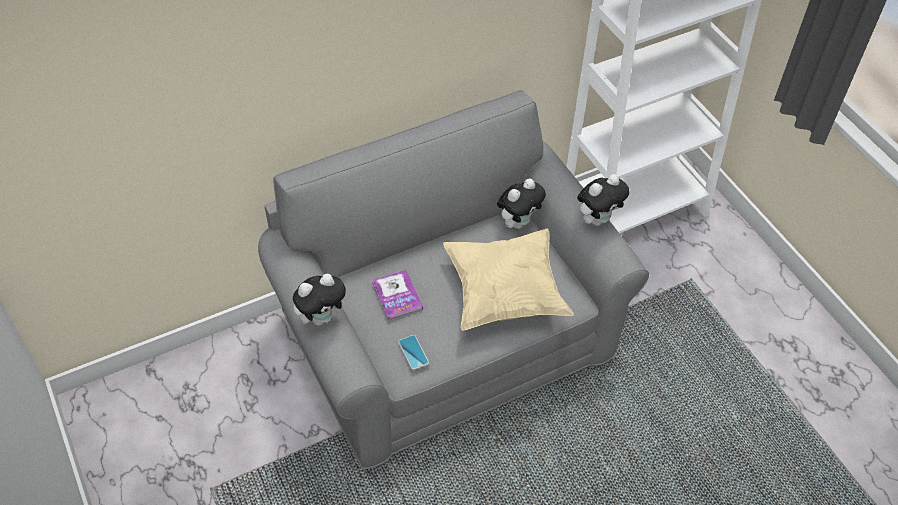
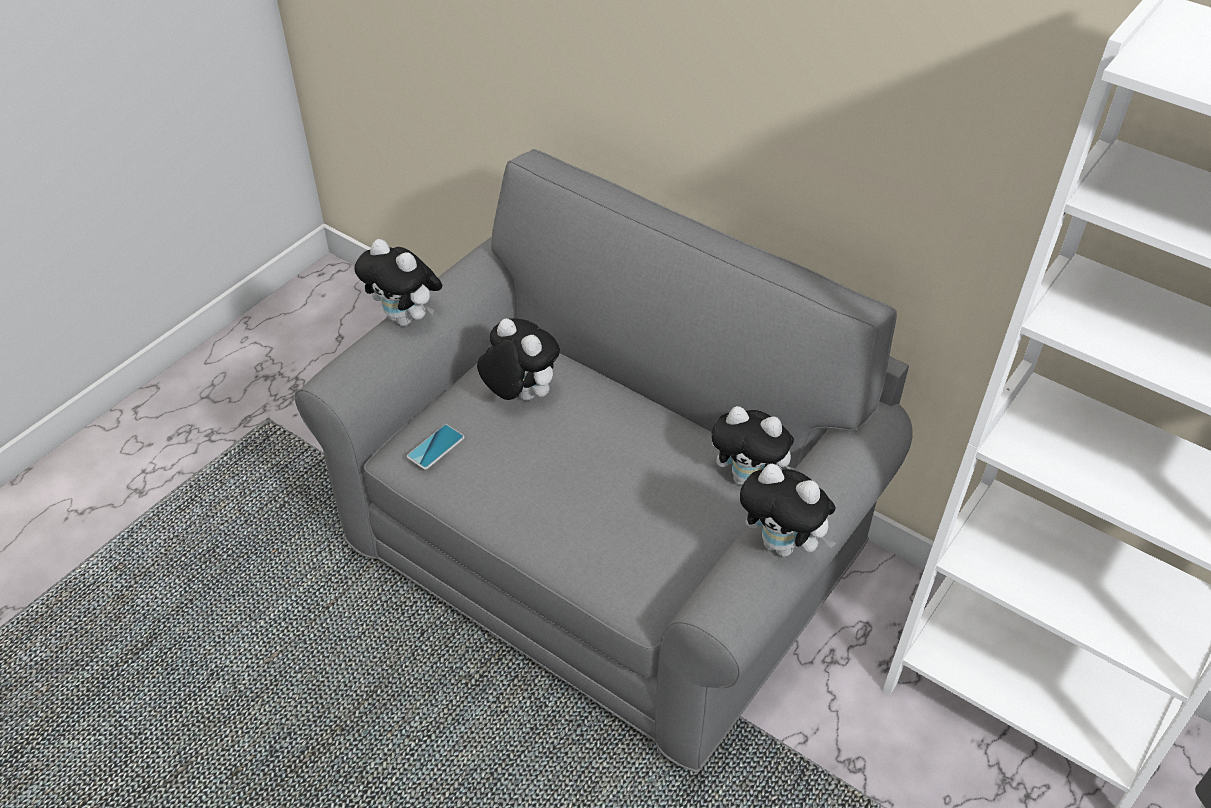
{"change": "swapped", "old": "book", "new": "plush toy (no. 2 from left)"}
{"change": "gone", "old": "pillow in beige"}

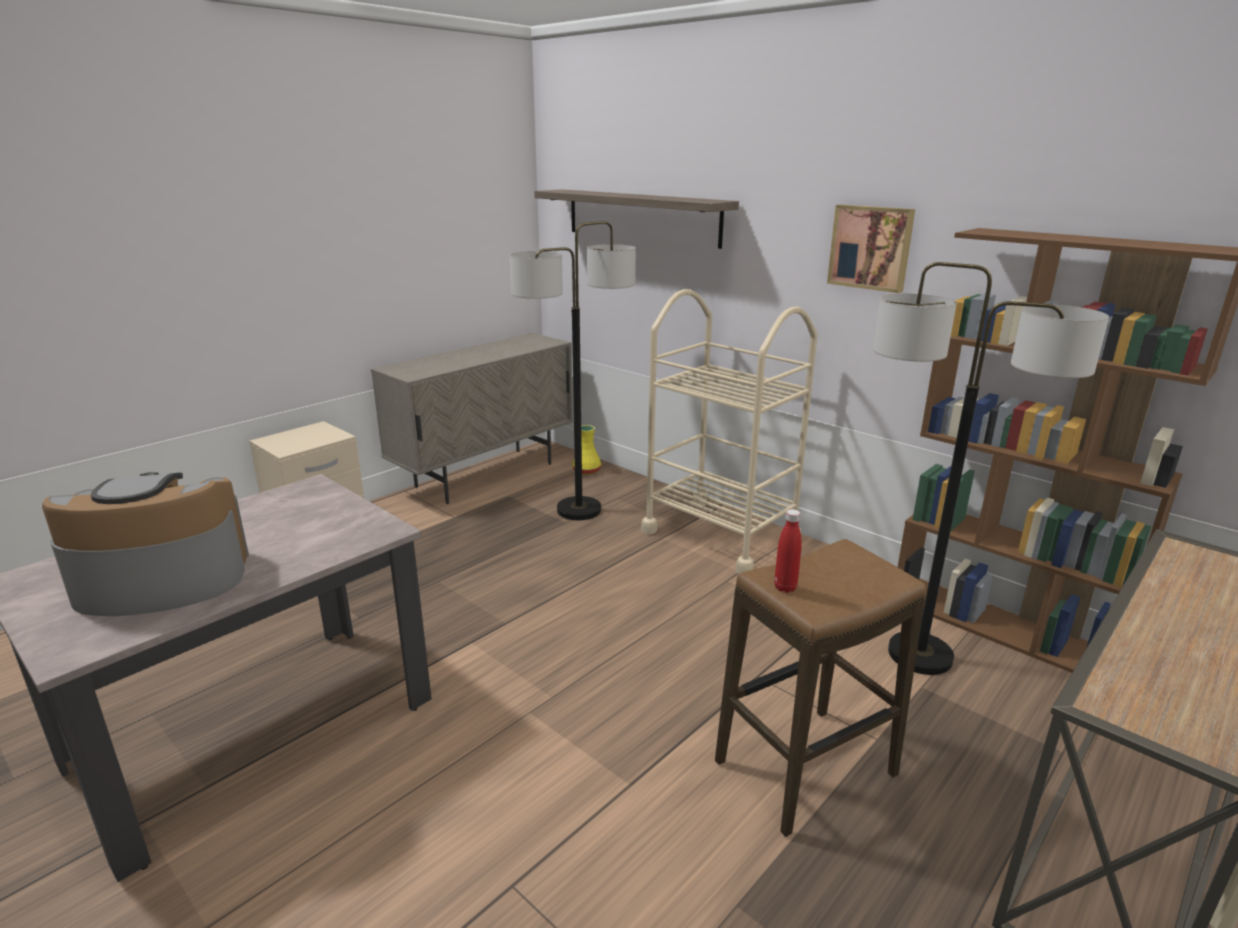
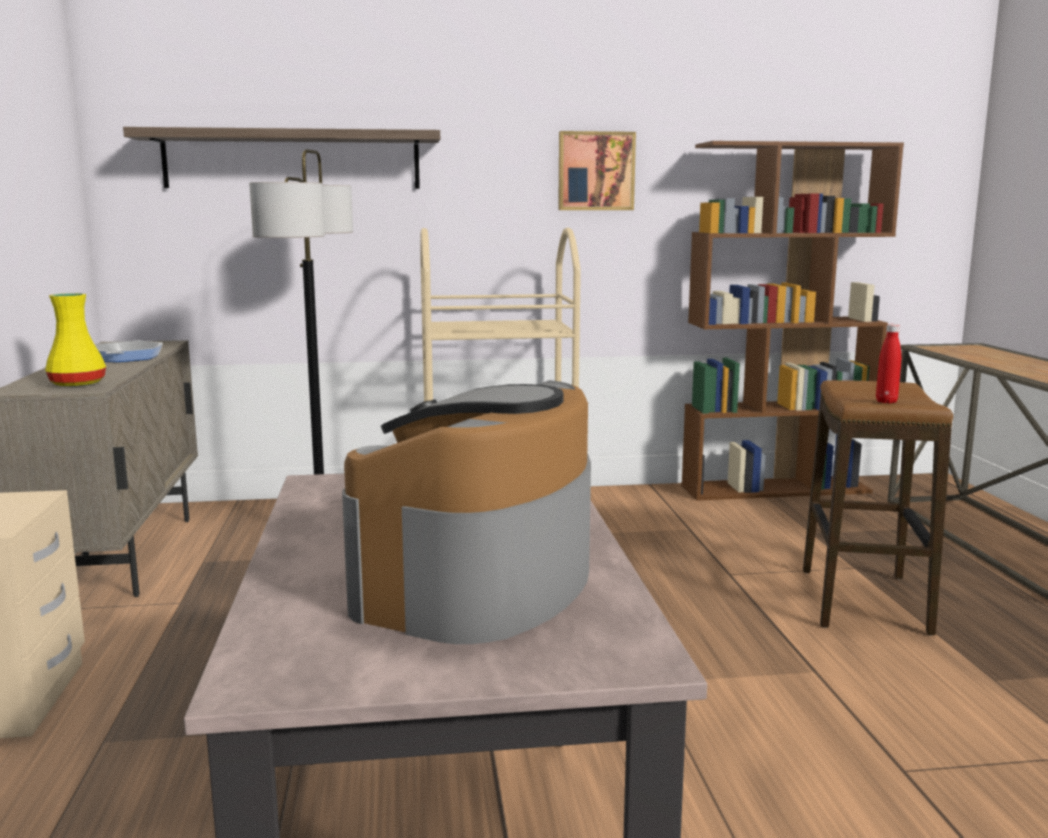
{"change": "shifted", "old": "vase in yellow"}
{"change": "new", "new": "frying pan"}
{"change": "gone", "old": "floor lamp (no. 2 from left)"}

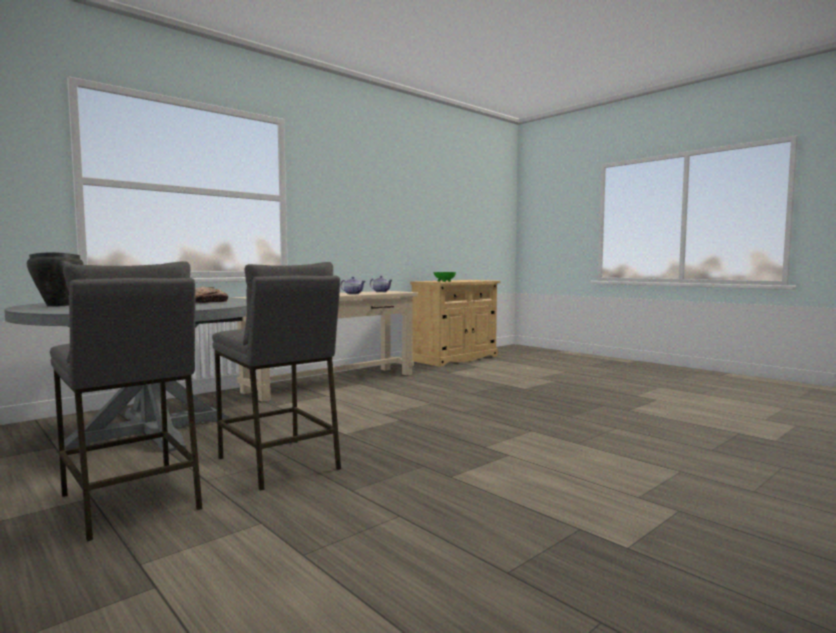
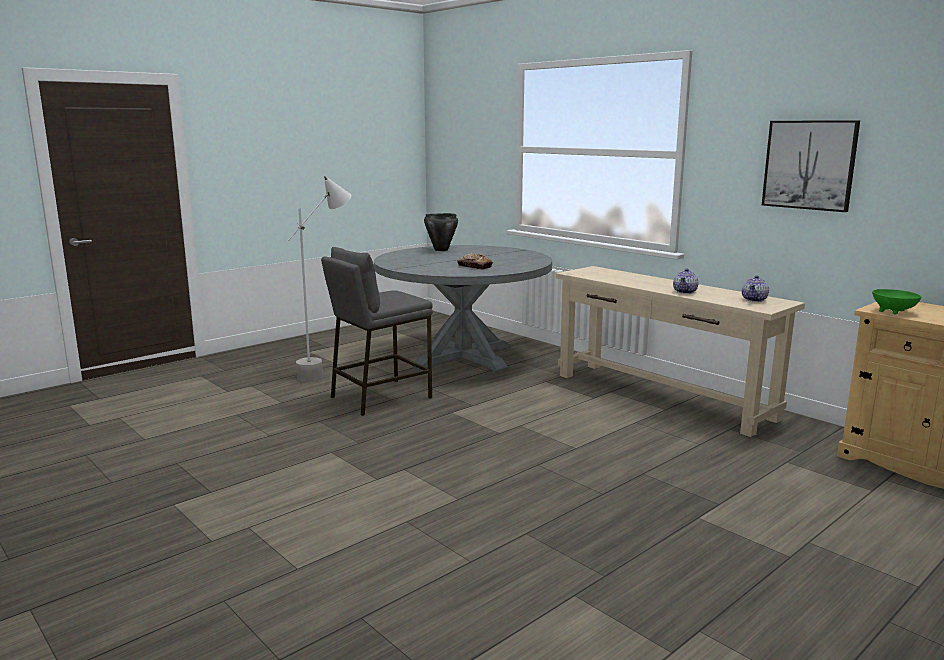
{"change": "swapped", "old": "stool in grey (no. 1 from left)", "new": "floor lamp in grey"}
{"change": "new", "new": "picture"}

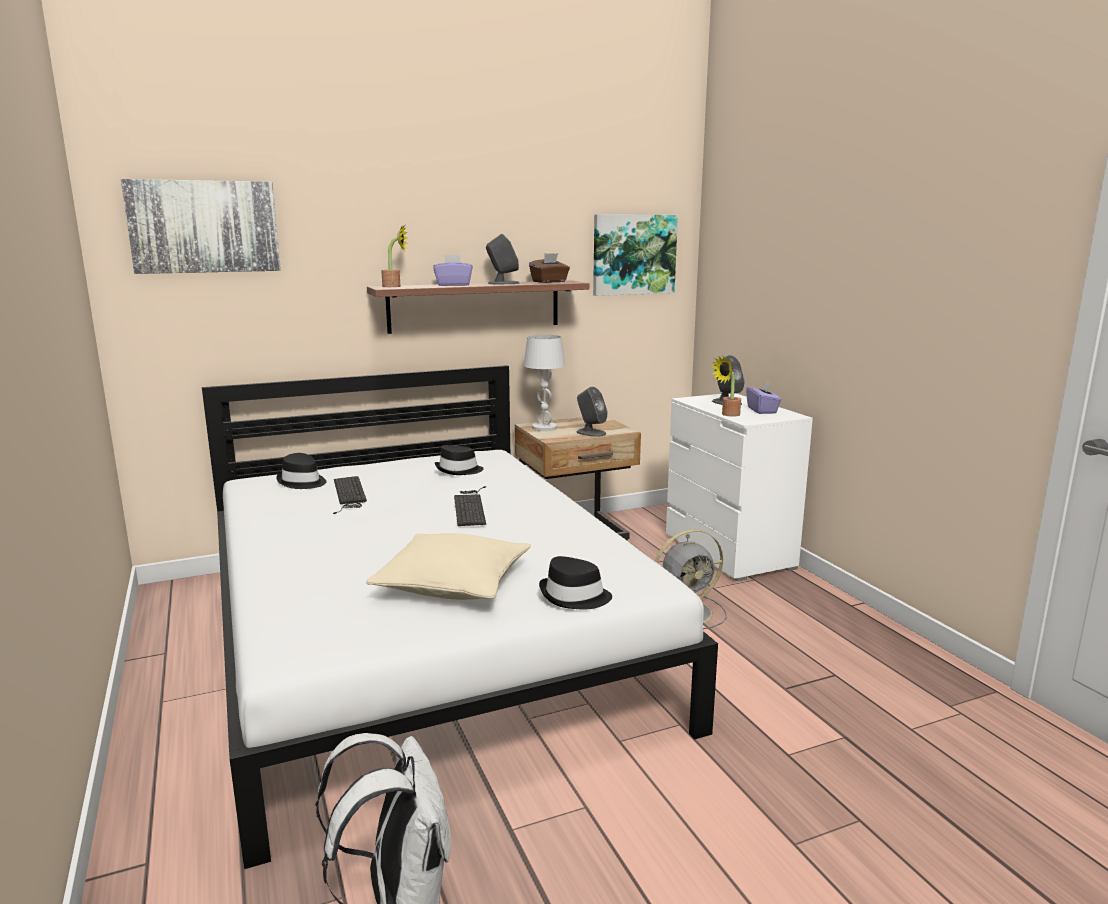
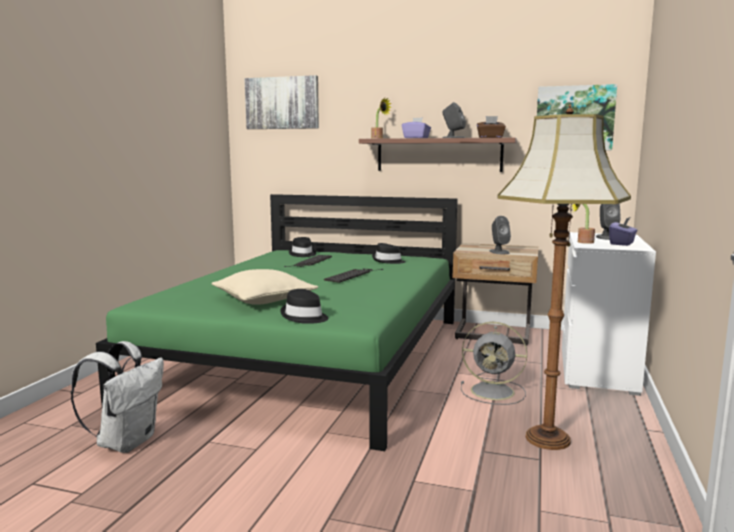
{"change": "repainted", "old": "bed in white", "new": "bed in green"}
{"change": "new", "new": "floor lamp"}
{"change": "gone", "old": "table lamp in white"}

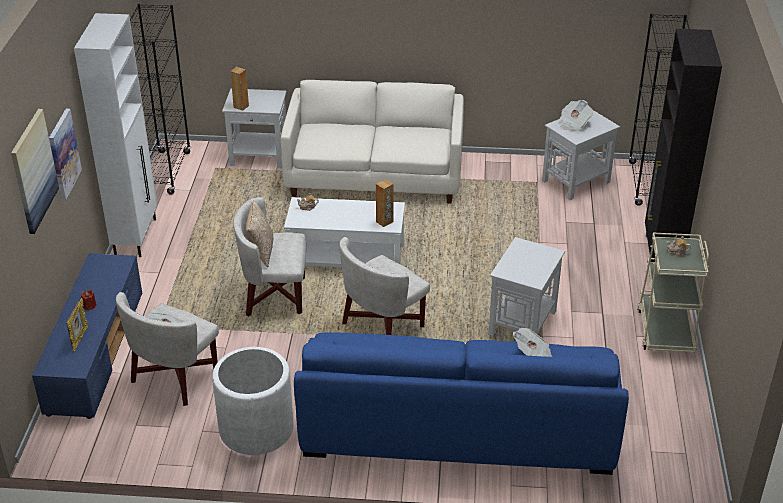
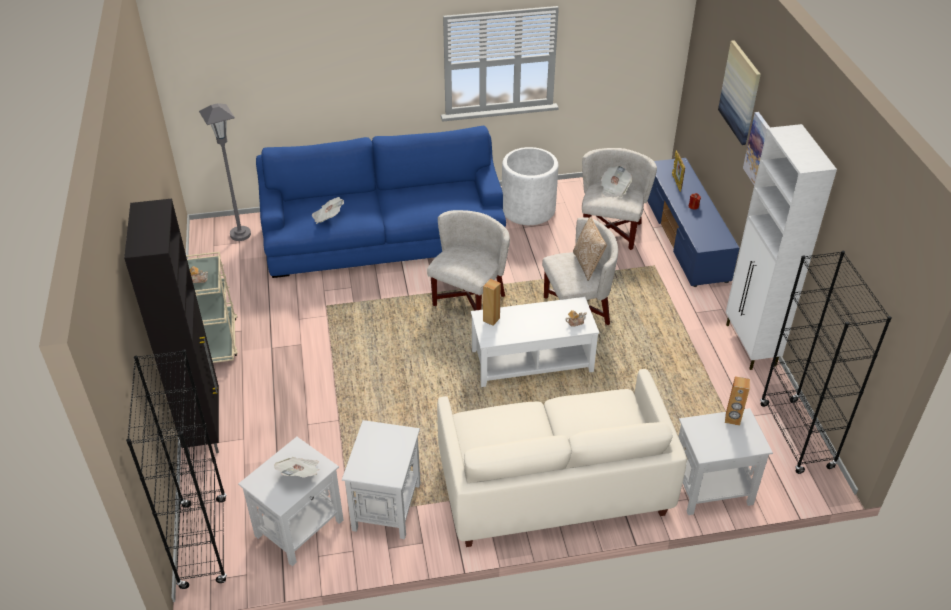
{"change": "new", "new": "floor lamp in grey"}
{"change": "shifted", "old": "side table in white (no. 2 from left)"}

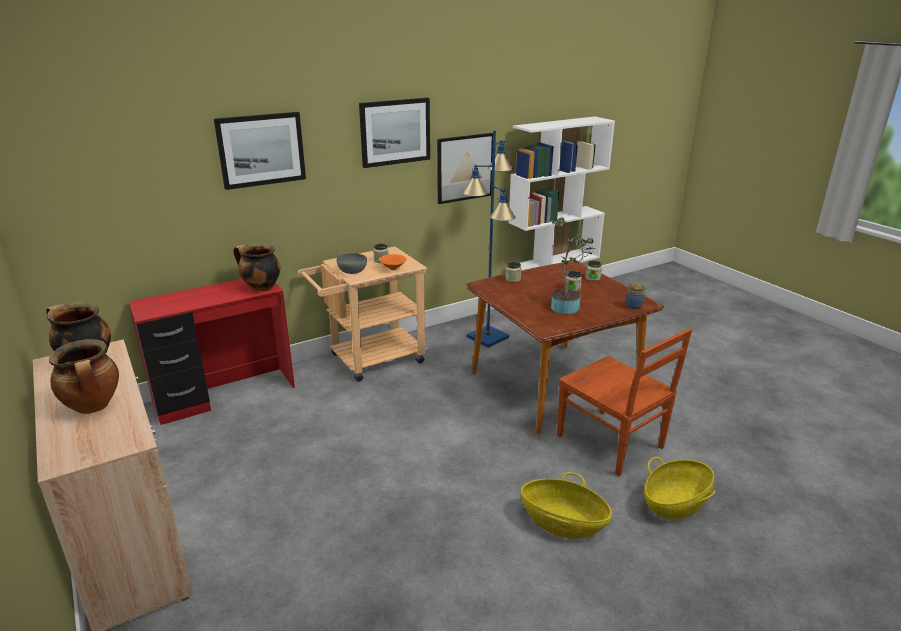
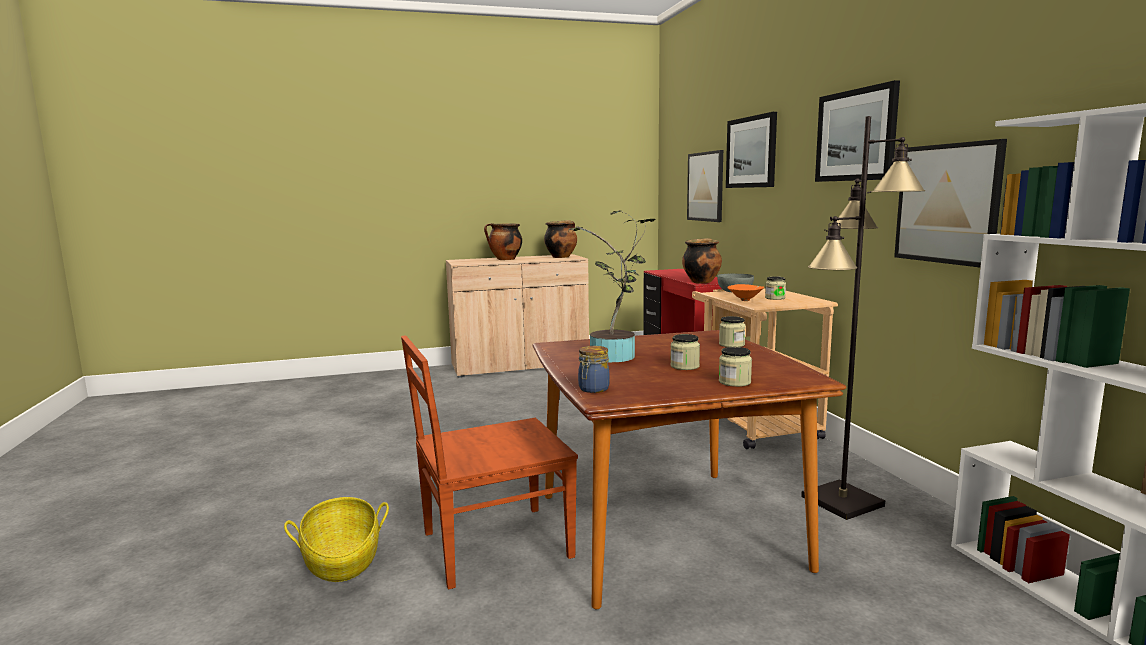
{"change": "new", "new": "picture (no. 1 from left)"}
{"change": "repainted", "old": "floor lamp in blue", "new": "floor lamp in black"}
{"change": "gone", "old": "basket (no. 1 from left)"}

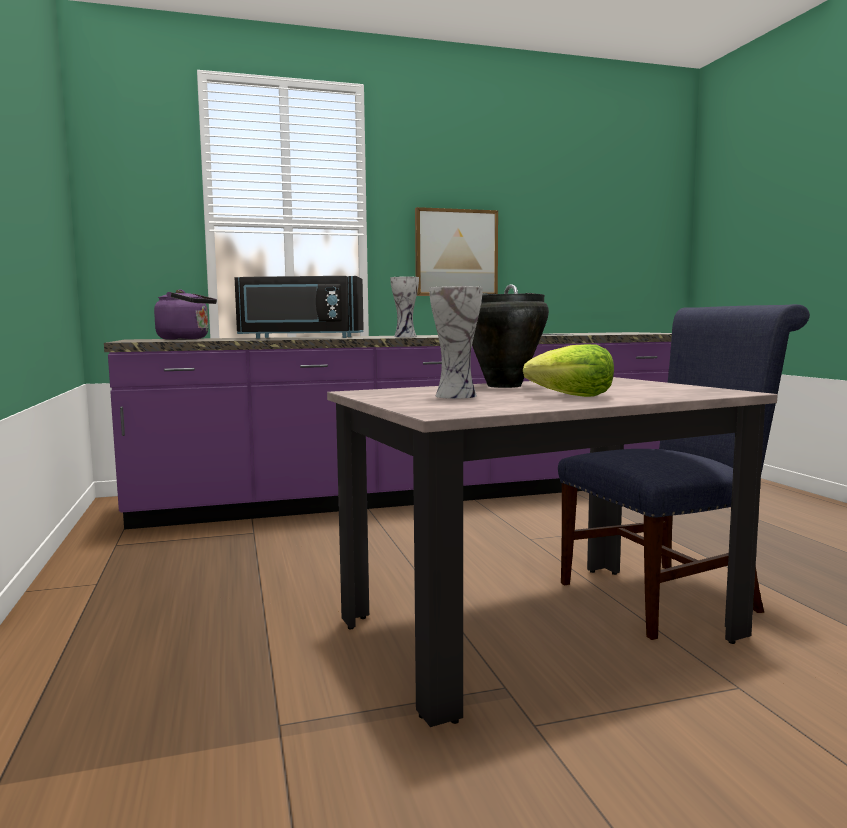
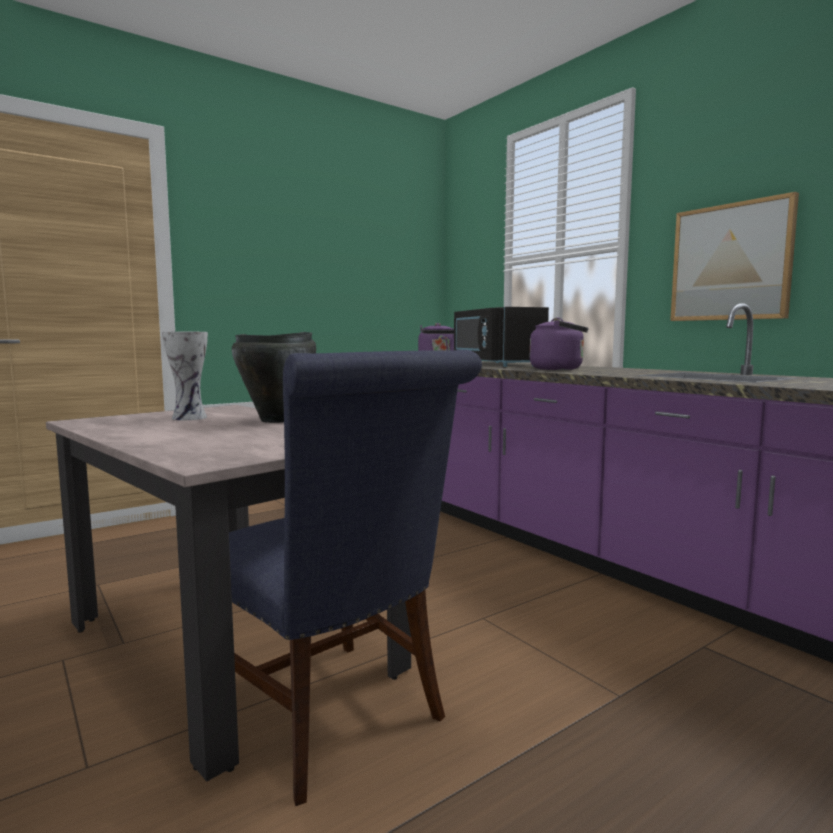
{"change": "swapped", "old": "vase (no. 1 from left)", "new": "kettle in purple (no. 2 from left)"}
{"change": "gone", "old": "lettuce"}

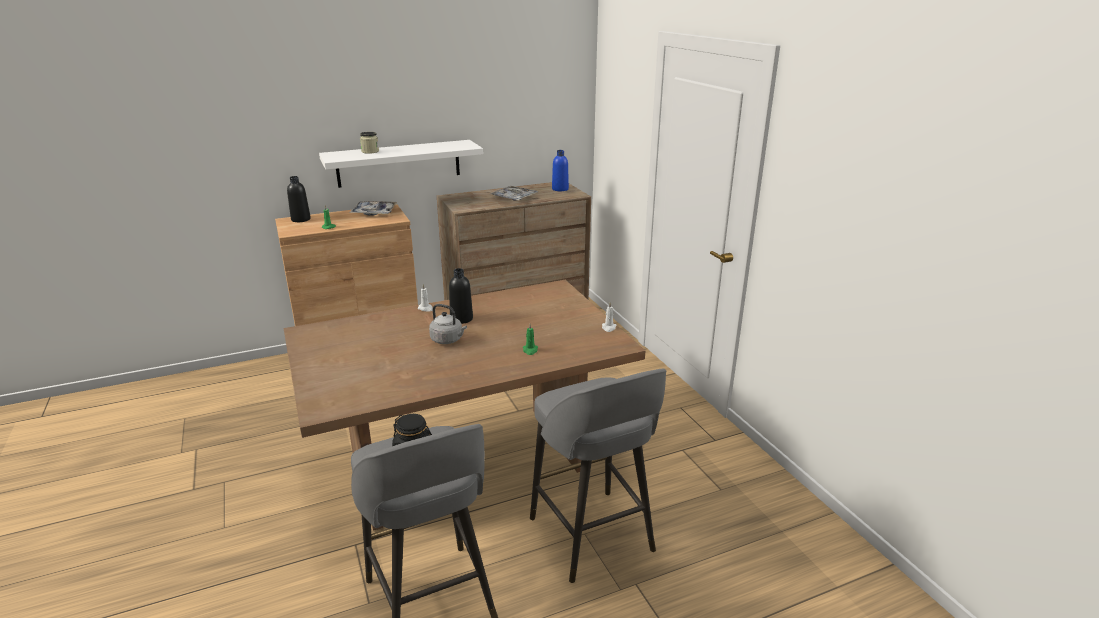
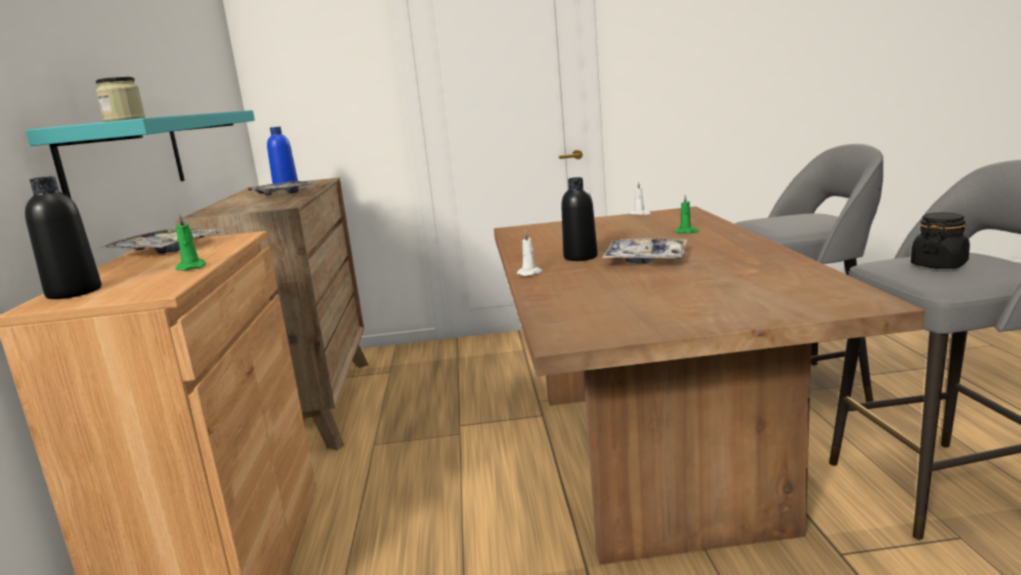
{"change": "repainted", "old": "shelf in white", "new": "shelf in turquoise"}
{"change": "swapped", "old": "kettle in grey", "new": "tray (no. 3 from left)"}

